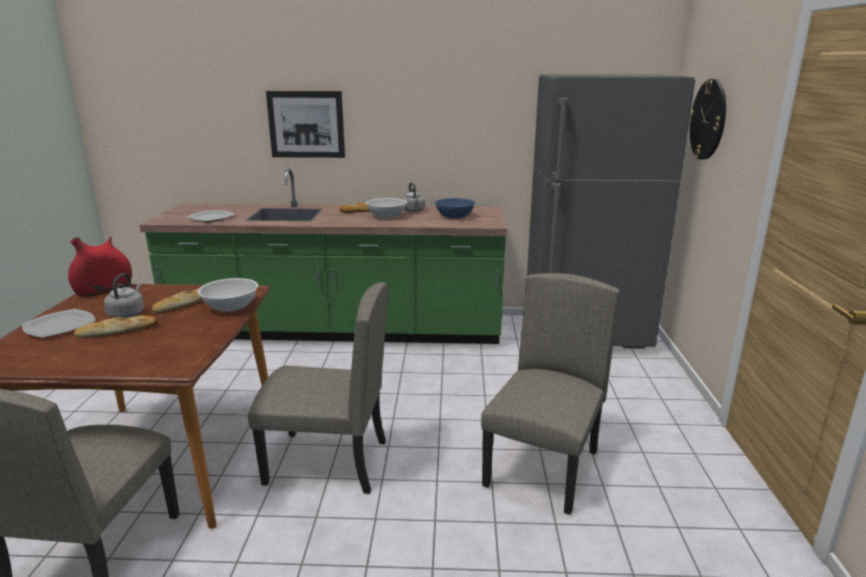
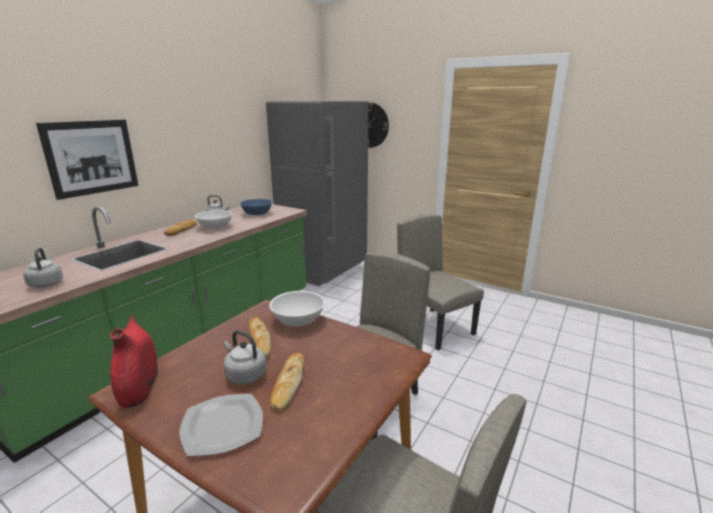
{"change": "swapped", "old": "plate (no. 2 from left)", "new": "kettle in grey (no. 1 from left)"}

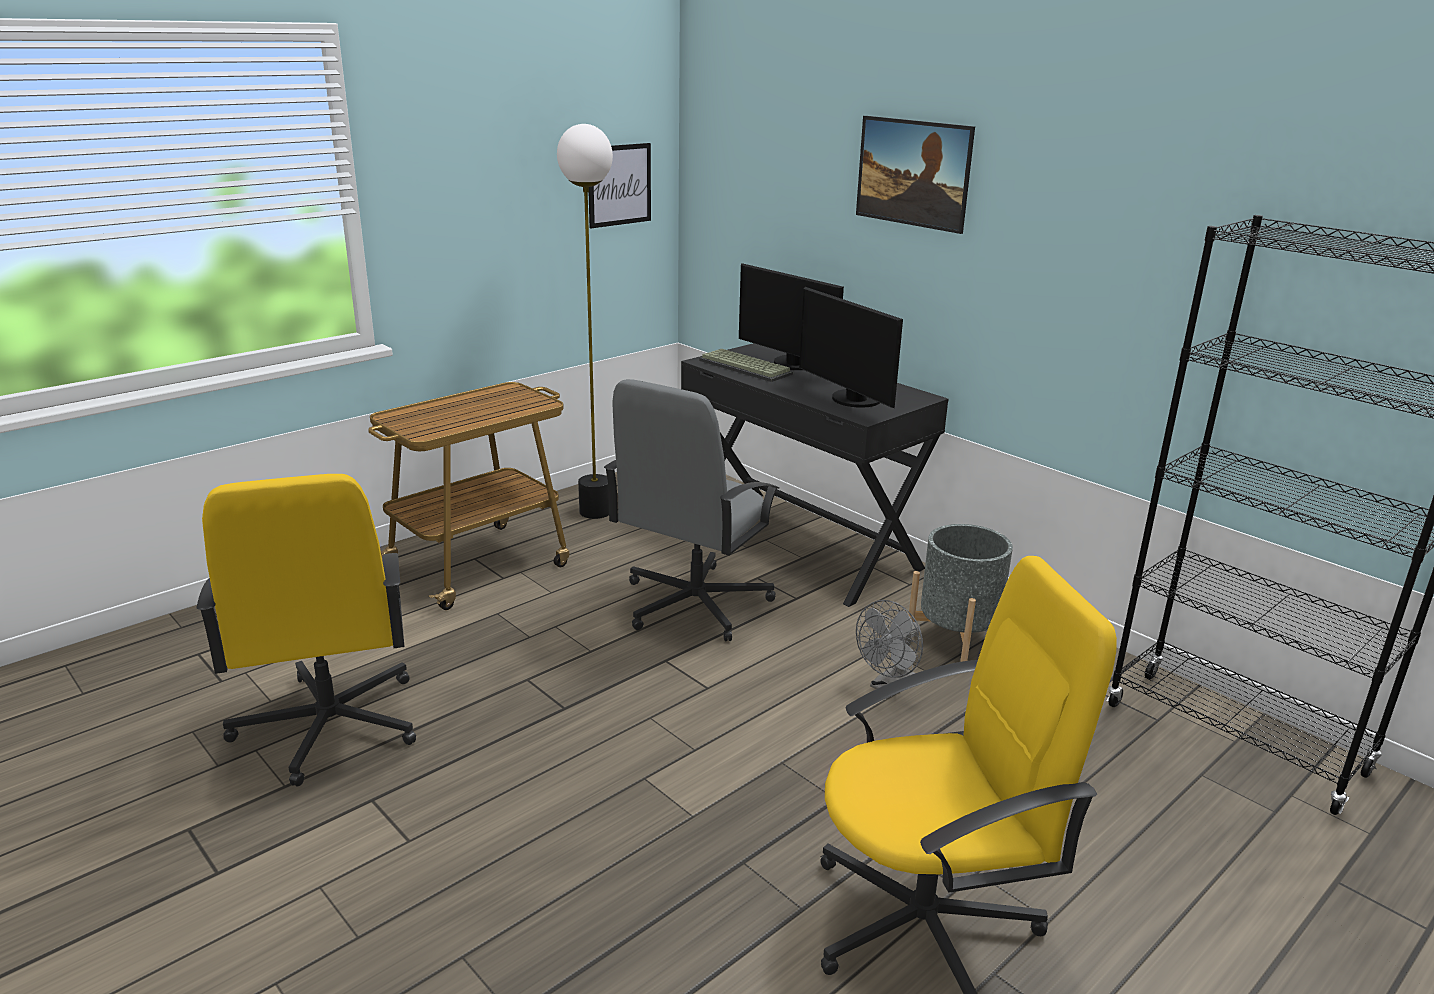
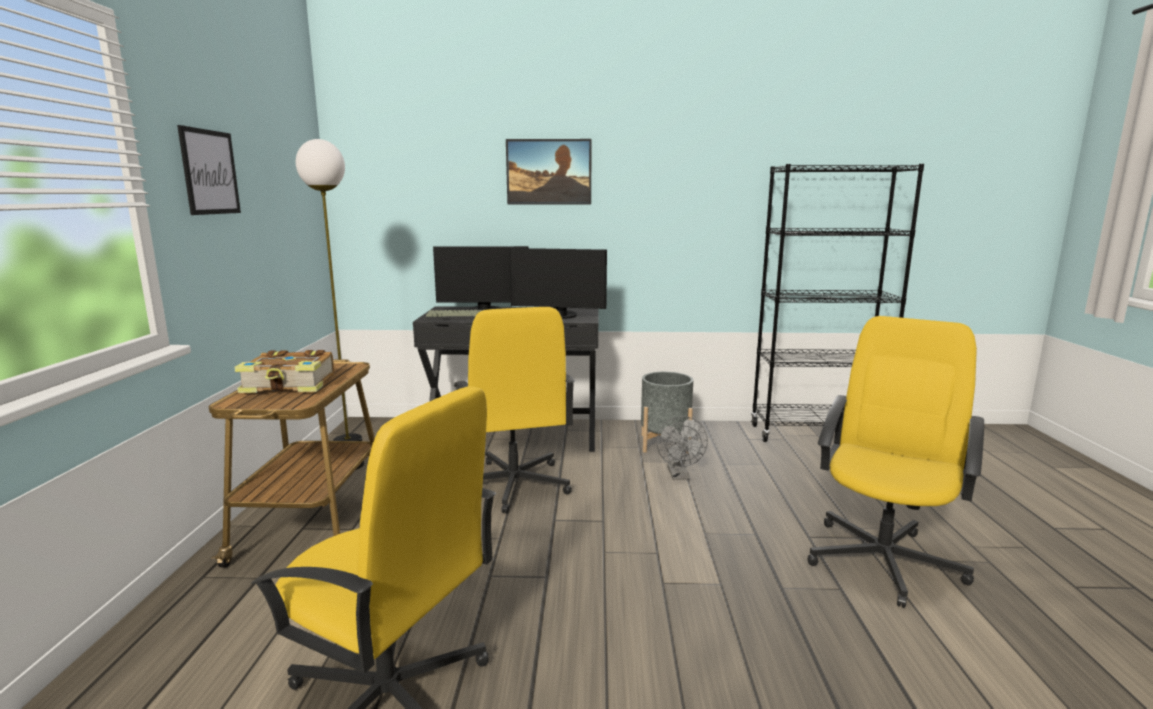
{"change": "shifted", "old": "picture (no. 1 from left)"}
{"change": "new", "new": "book"}
{"change": "repainted", "old": "office chair in grey", "new": "office chair in yellow (no. 2 from left)"}

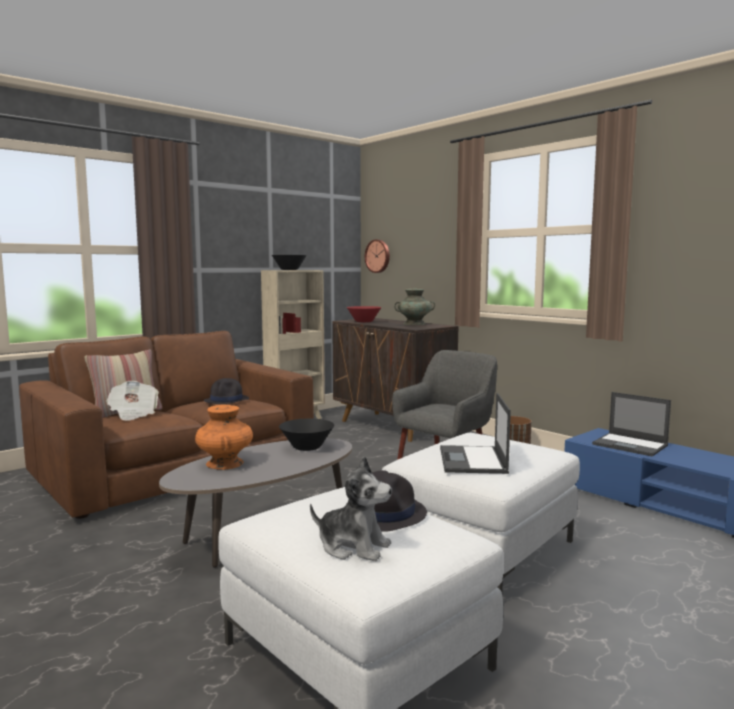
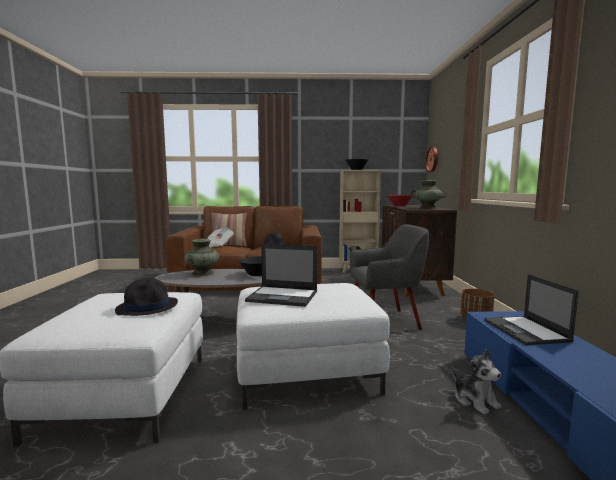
{"change": "repainted", "old": "vase in orange", "new": "vase in turquoise (no. 1 from left)"}
{"change": "rotated", "old": "laptop (no. 1 from left)", "degrees": -120}
{"change": "shifted", "old": "plush toy"}

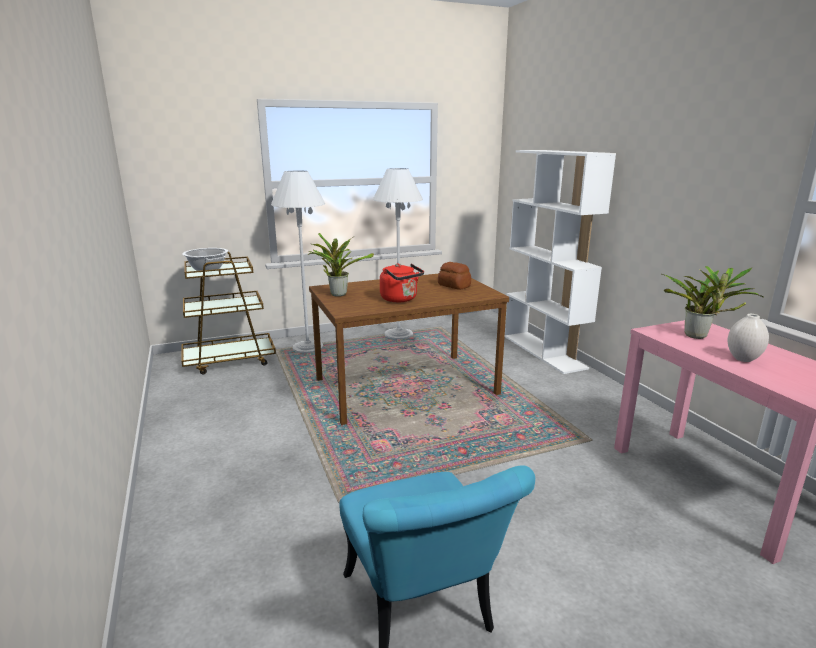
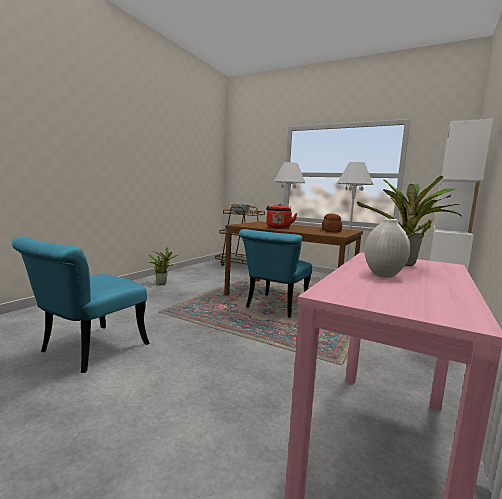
{"change": "shifted", "old": "potted plant (no. 1 from left)"}
{"change": "new", "new": "chair in turquoise (no. 2 from left)"}

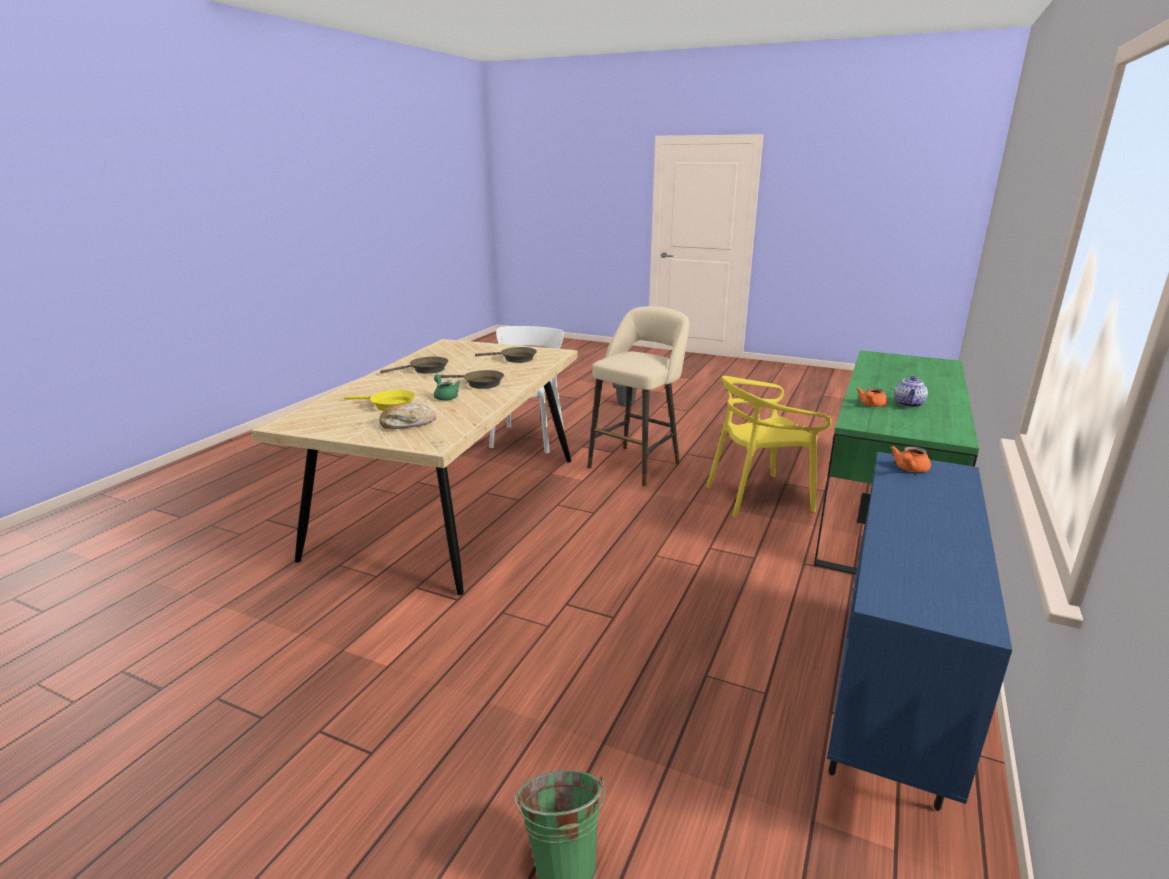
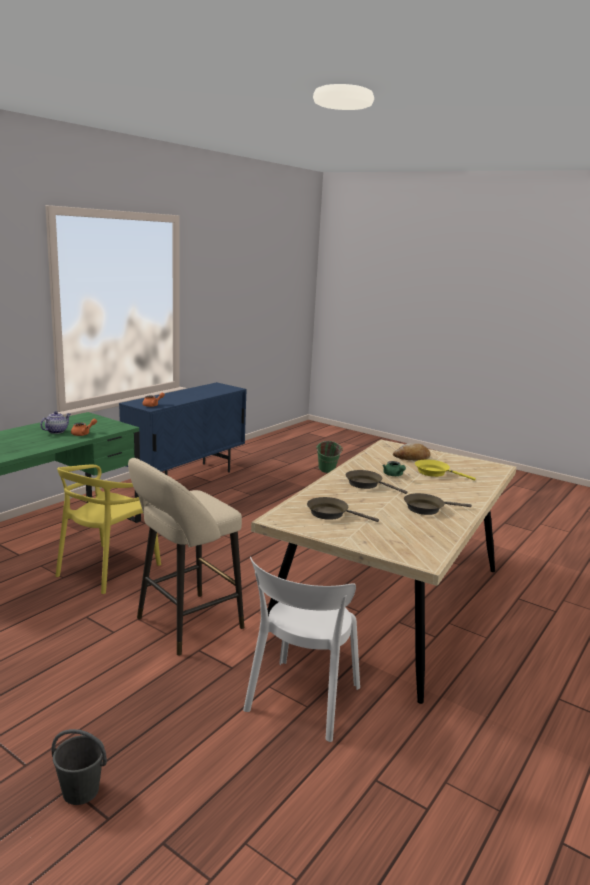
{"change": "rotated", "old": "chair in yellow", "degrees": 120}

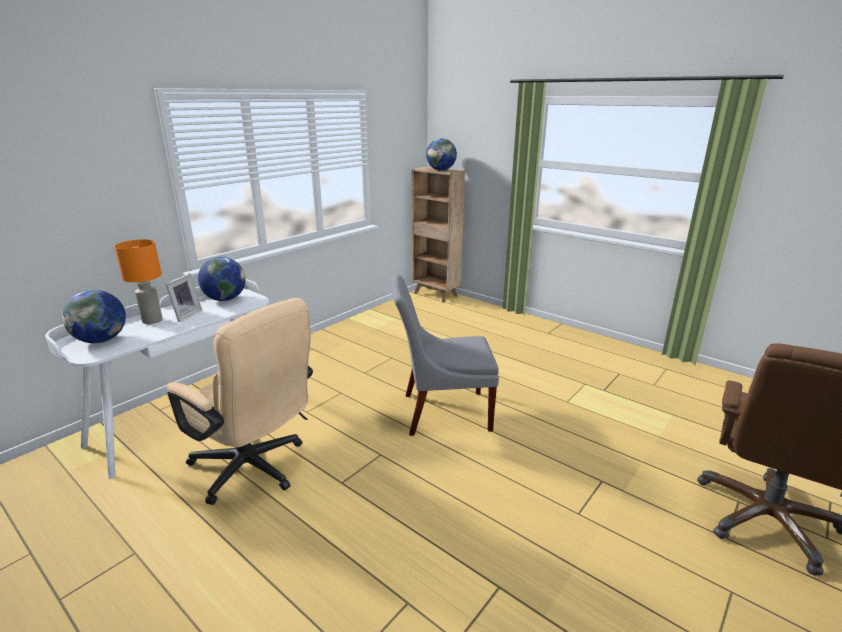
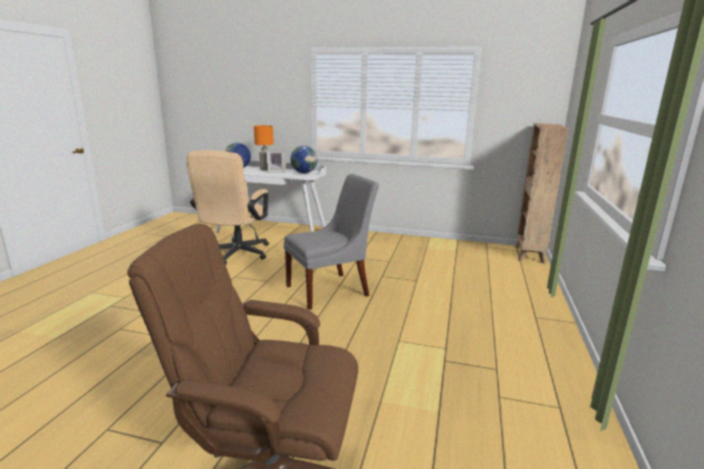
{"change": "rotated", "old": "chair in grey", "degrees": 90}
{"change": "gone", "old": "globe (no. 3 from left)"}

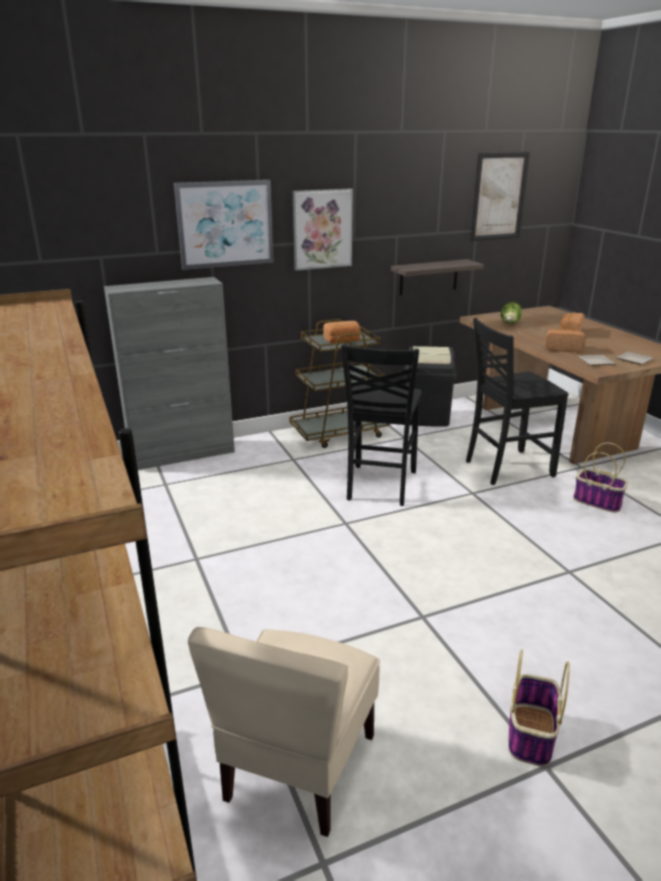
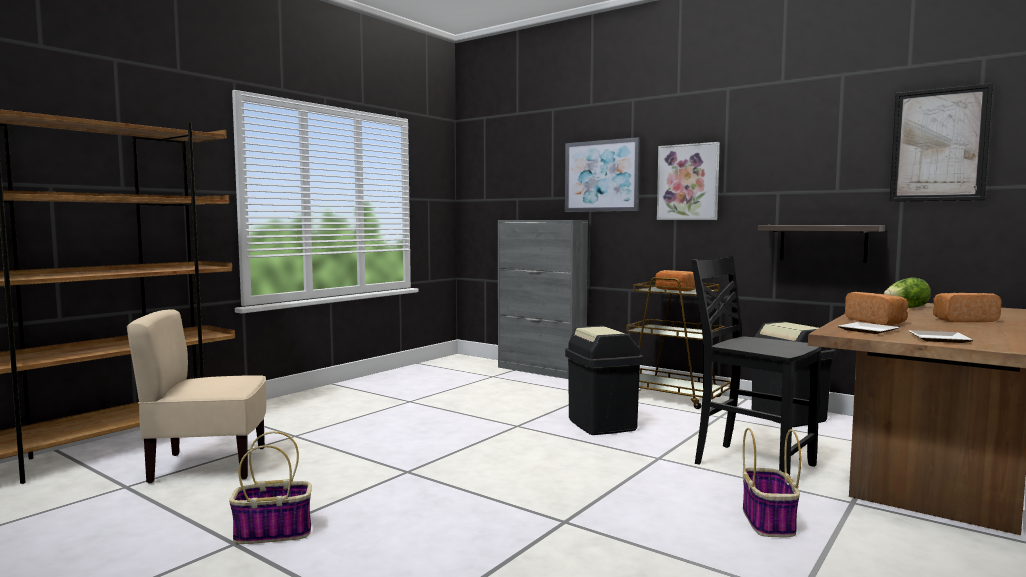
{"change": "swapped", "old": "chair in black (no. 1 from left)", "new": "trash can in black (no. 1 from left)"}

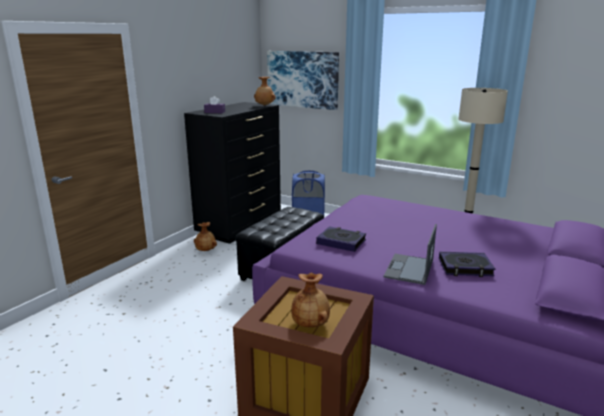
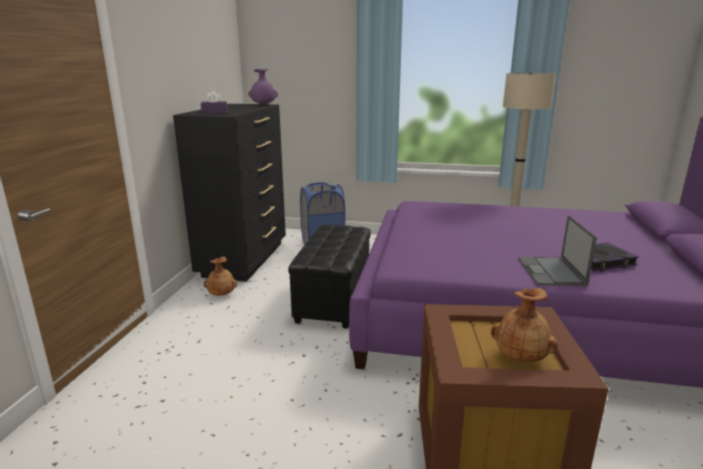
{"change": "repainted", "old": "vase in brown (no. 2 from left)", "new": "vase in purple"}
{"change": "gone", "old": "picture"}
{"change": "gone", "old": "book (no. 1 from left)"}

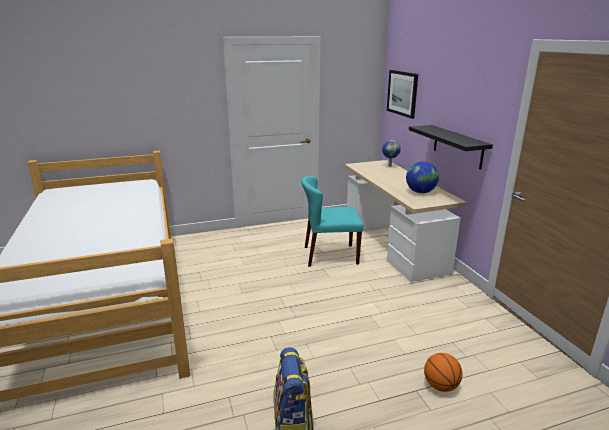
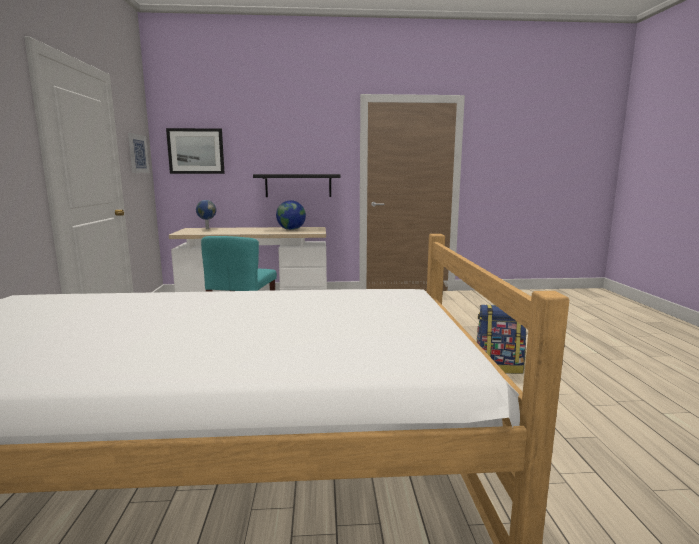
{"change": "new", "new": "picture (no. 1 from left)"}
{"change": "gone", "old": "basketball"}

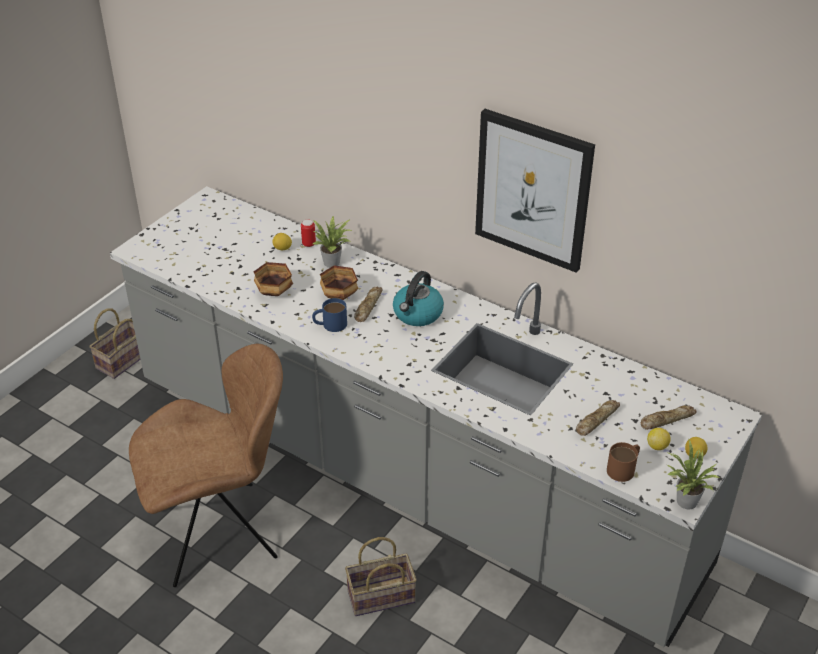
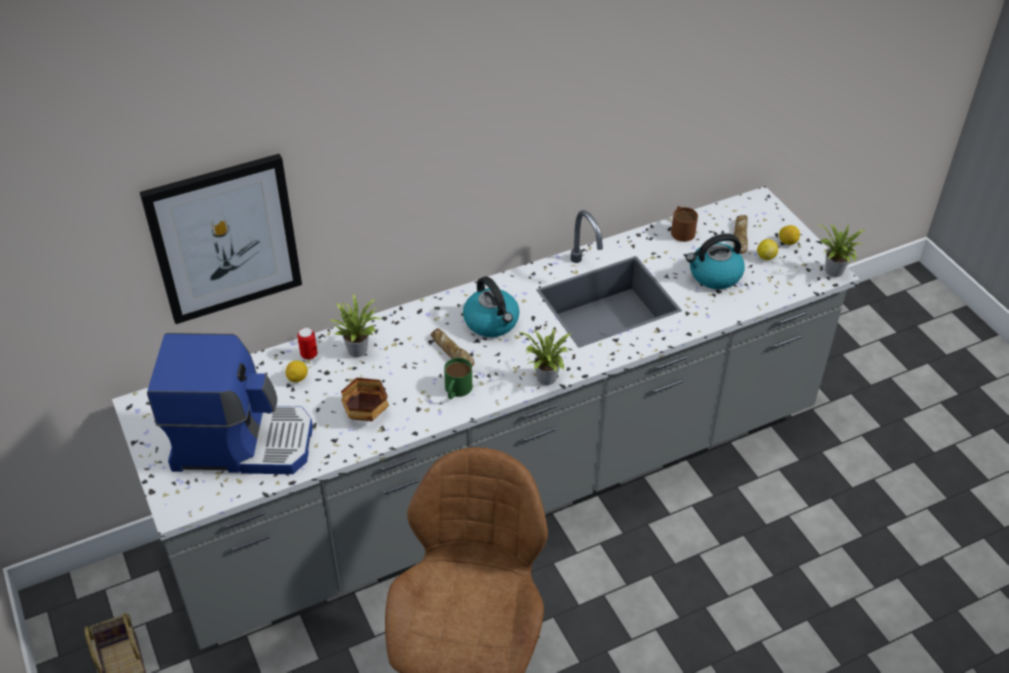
{"change": "shifted", "old": "picture"}
{"change": "new", "new": "coffee machine"}
{"change": "repainted", "old": "mug in blue", "new": "mug in green"}
{"change": "new", "new": "potted plant (no. 2 from left)"}
{"change": "shifted", "old": "mug in brown"}
{"change": "swapped", "old": "bread (no. 2 from left)", "new": "kettle (no. 2 from left)"}
{"change": "gone", "old": "bowl (no. 2 from left)"}
{"change": "gone", "old": "basket (no. 2 from left)"}

